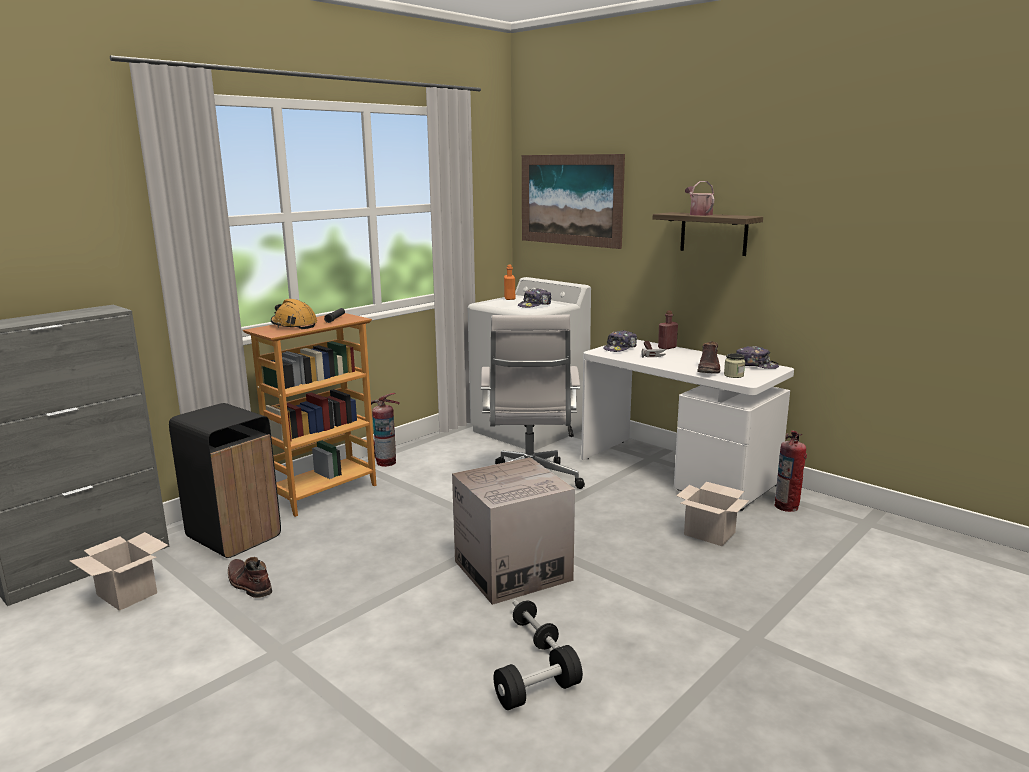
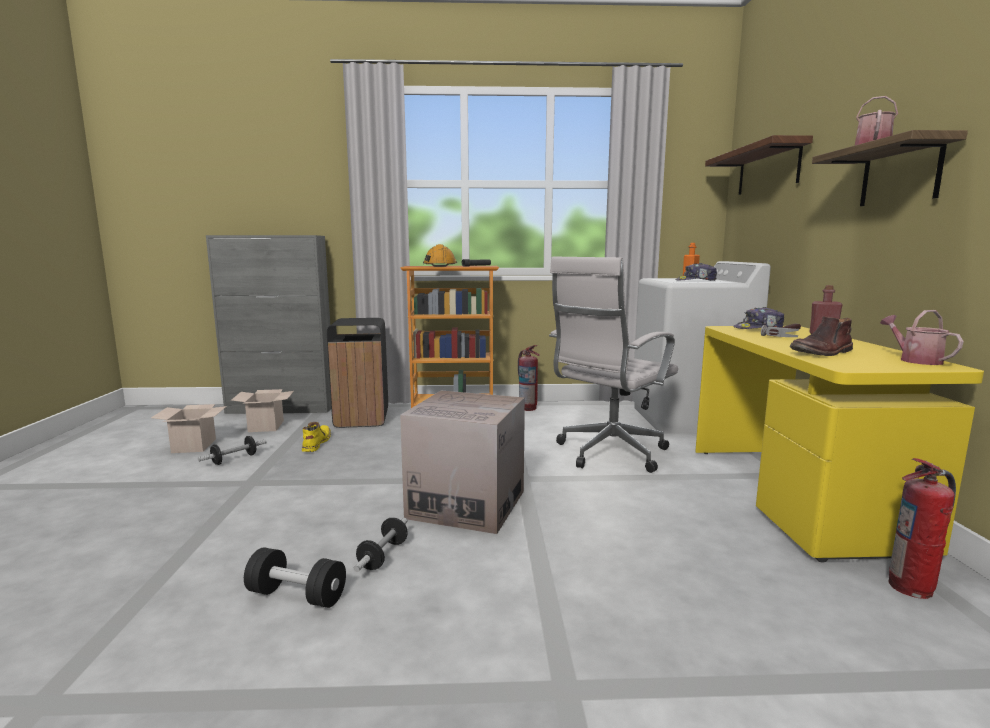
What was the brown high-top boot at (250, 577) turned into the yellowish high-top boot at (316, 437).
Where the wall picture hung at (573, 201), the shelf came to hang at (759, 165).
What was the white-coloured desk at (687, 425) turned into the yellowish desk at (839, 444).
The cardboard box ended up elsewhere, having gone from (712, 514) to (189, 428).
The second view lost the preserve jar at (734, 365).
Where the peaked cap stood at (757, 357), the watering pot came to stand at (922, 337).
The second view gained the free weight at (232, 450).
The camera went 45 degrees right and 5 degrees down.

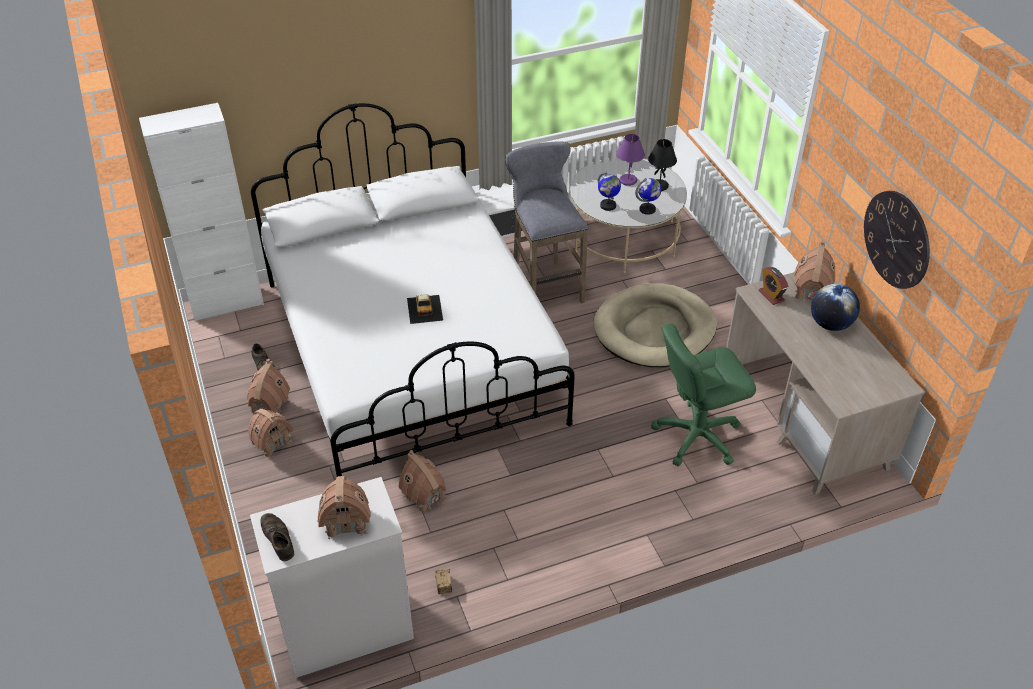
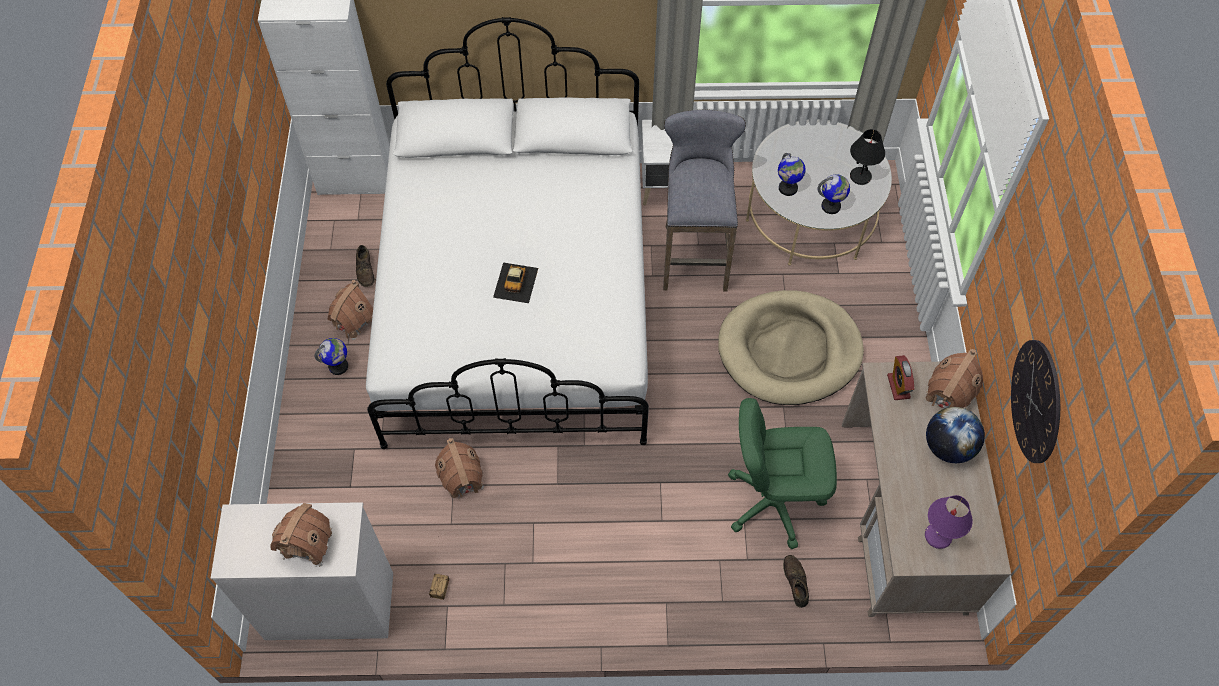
Where the toy house stood at (271, 433), the globe came to stand at (331, 356).
The brown shoe ended up elsewhere, having gone from (277, 537) to (796, 581).
The purple lamp for a table ended up elsewhere, having gone from (630, 160) to (949, 522).
The camera went 20 degrees right and 15 degrees up.

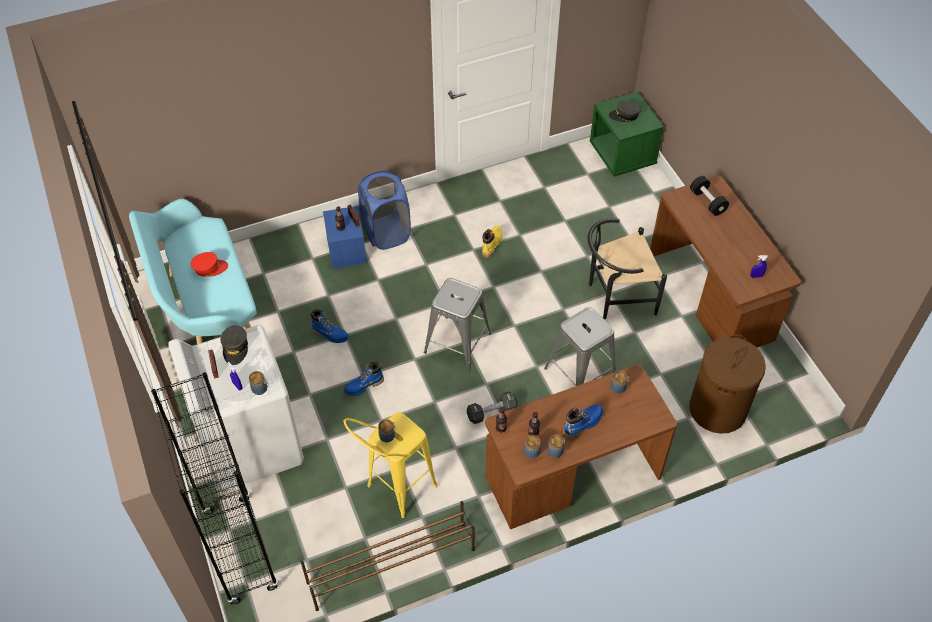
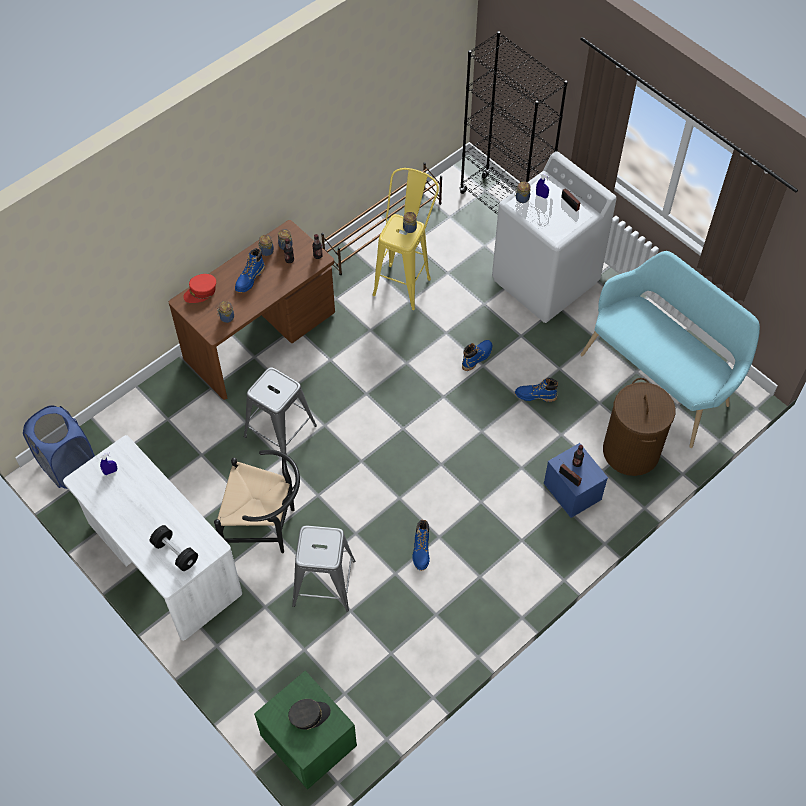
The red peaked cap ended up elsewhere, having gone from (209, 264) to (199, 288).
The second view lost the greyish peaked cap at (234, 345).
The blue-coloured washing basket ended up elsewhere, having gone from (384, 210) to (59, 447).
The greyish stool seat ended up elsewhere, having gone from (457, 324) to (323, 569).
The second view lost the black free weight at (492, 407).
What was the yellowish high-top boot at (492, 242) turned into the blue-coloured high-top boot at (421, 545).
The black upright chair at (627, 268) ended up facing another way, 45 degrees clockwise from before.
What was the brown desk at (725, 261) turned into the white-coloured desk at (152, 538).
The brown washing basket ended up elsewhere, having gone from (727, 384) to (639, 427).
The camera went 160 degrees right and 5 degrees up.

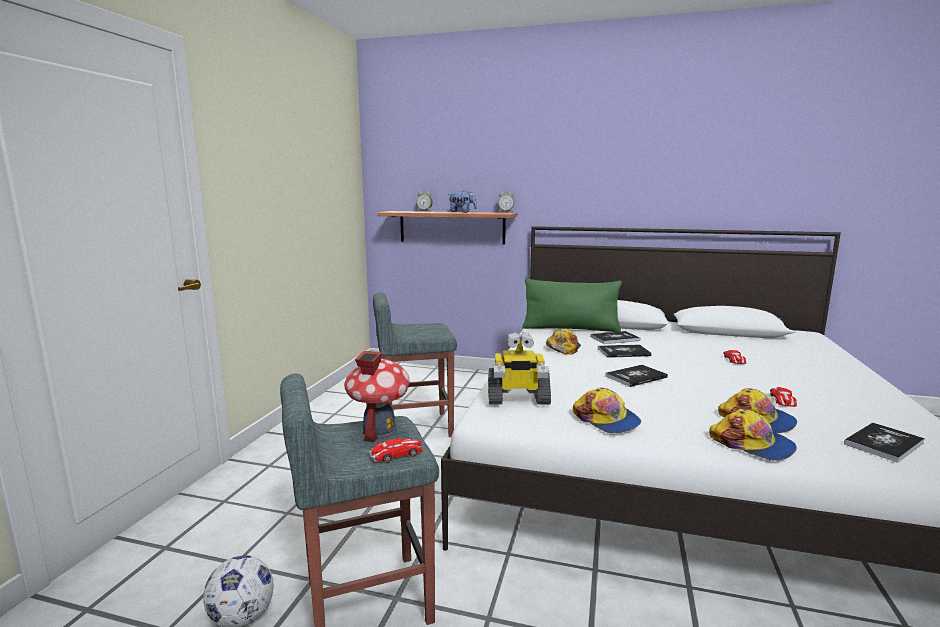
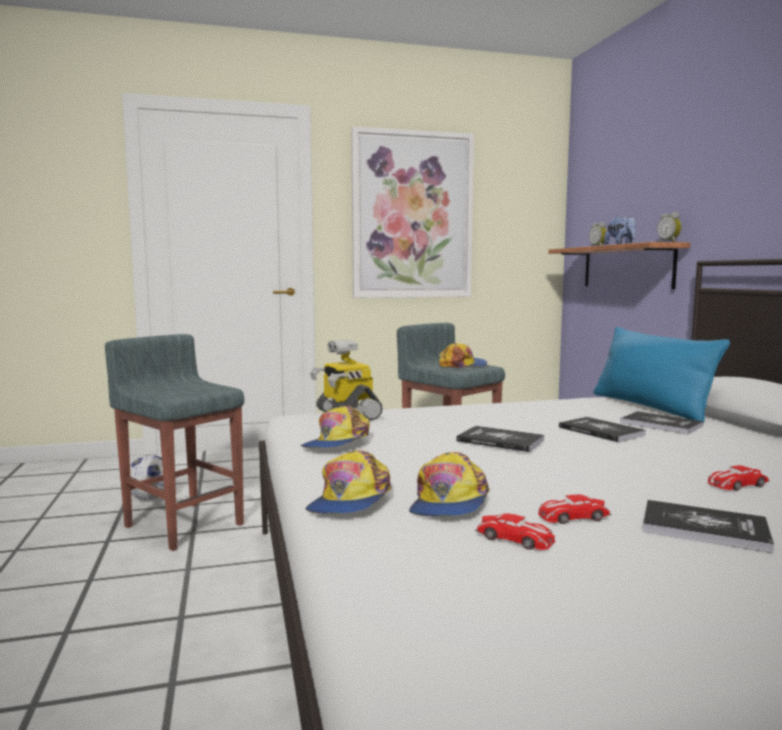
The second view lost the toy house at (377, 396).
The toy car ended up elsewhere, having gone from (395, 450) to (515, 531).
What was the green-coloured cushion at (572, 305) turned into the blue-coloured cushion at (661, 375).
The peaked cap ended up elsewhere, having gone from (563, 342) to (463, 355).
The volume ended up elsewhere, having gone from (884, 443) to (708, 526).
The second view gained the wall picture at (412, 212).
The camera went 60 degrees right and 5 degrees down.

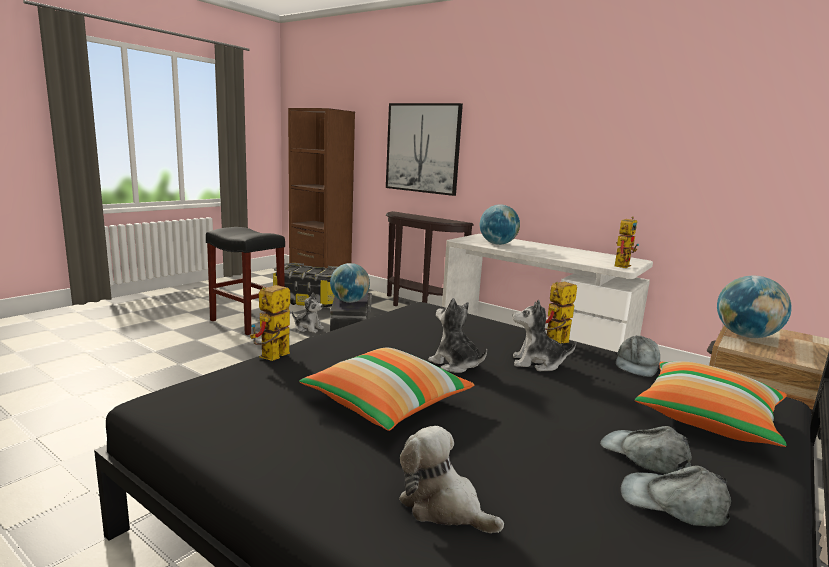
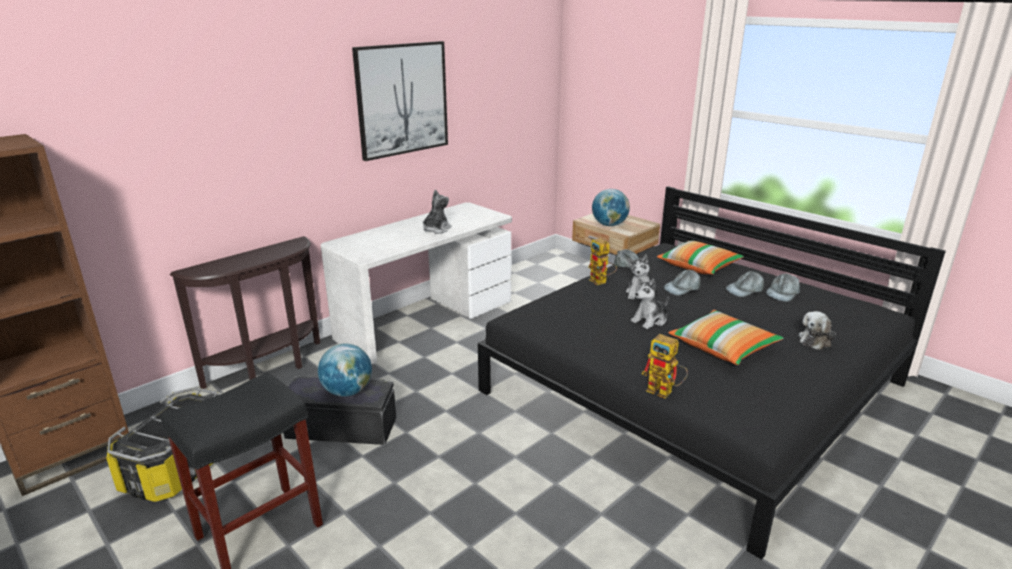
The soft toy ended up elsewhere, having gone from (308, 313) to (437, 211).
The wall picture ended up elsewhere, having gone from (424, 149) to (400, 101).
The second view lost the globe at (500, 224).
The second view lost the model robot at (627, 242).
The second view gained the greyish peaked cap at (682, 283).
The camera went 80 degrees left and 10 degrees up.

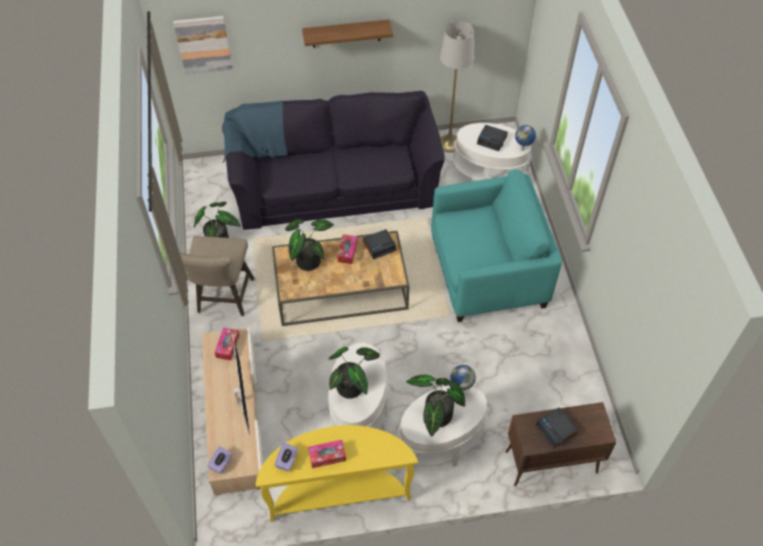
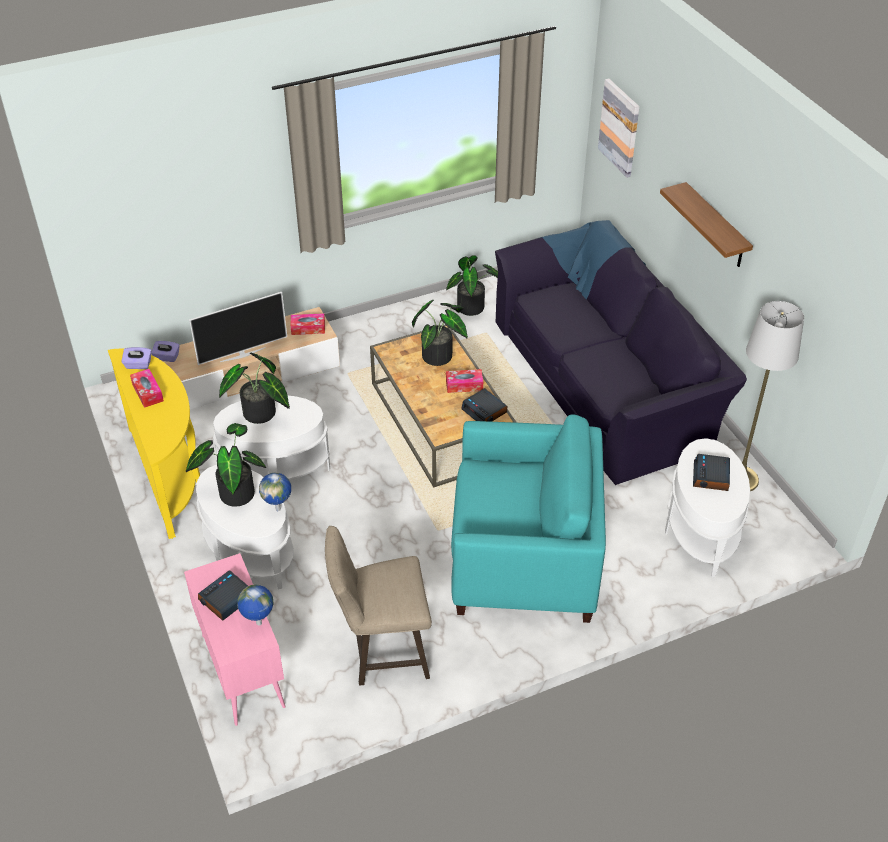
The beige stool seat ended up elsewhere, having gone from (217, 276) to (378, 606).
The turquoise lounge chair at (496, 246) ended up facing another way, 60 degrees counterclockwise from before.
What was the brown cabinet at (561, 444) turned into the pinkish cabinet at (234, 639).
The globe ended up elsewhere, having gone from (525, 138) to (255, 605).
The camera went 75 degrees right and 10 degrees down.

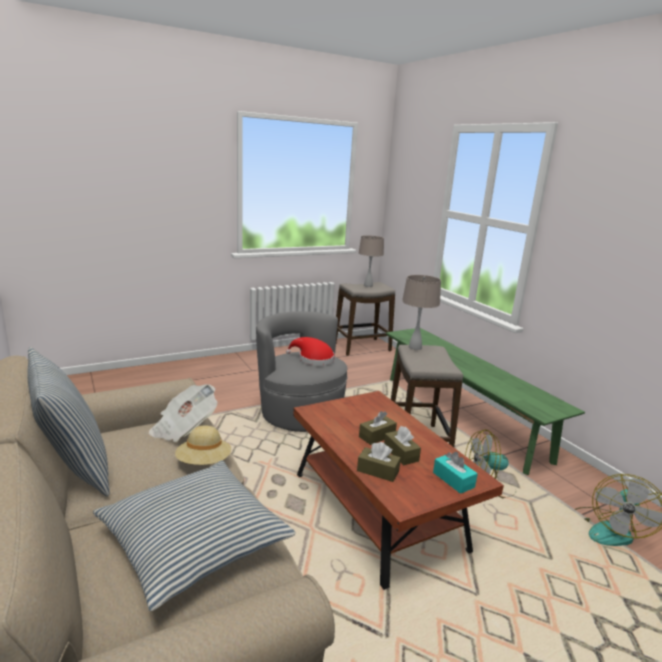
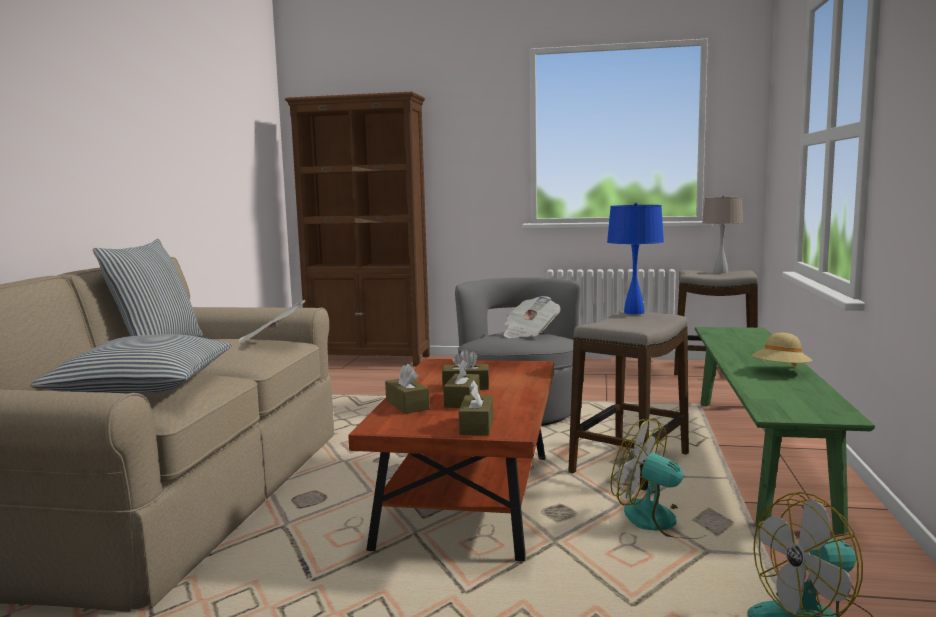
The beige wearable hat ended up elsewhere, having gone from (203, 445) to (782, 350).
Where the red wearable hat stood at (310, 351), the newspaper came to stand at (532, 317).
What was the beige lamp for a table at (421, 312) turned into the blue-coloured lamp for a table at (635, 258).
What was the turquoise tissue holder at (455, 473) turned into the brown tissue holder at (476, 407).
The second view gained the brown shelving unit at (357, 229).
The camera went 40 degrees right and 10 degrees down.

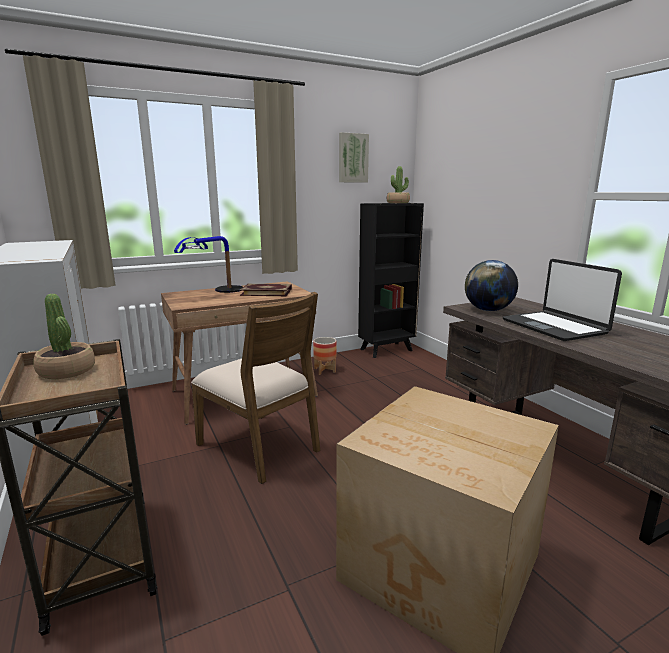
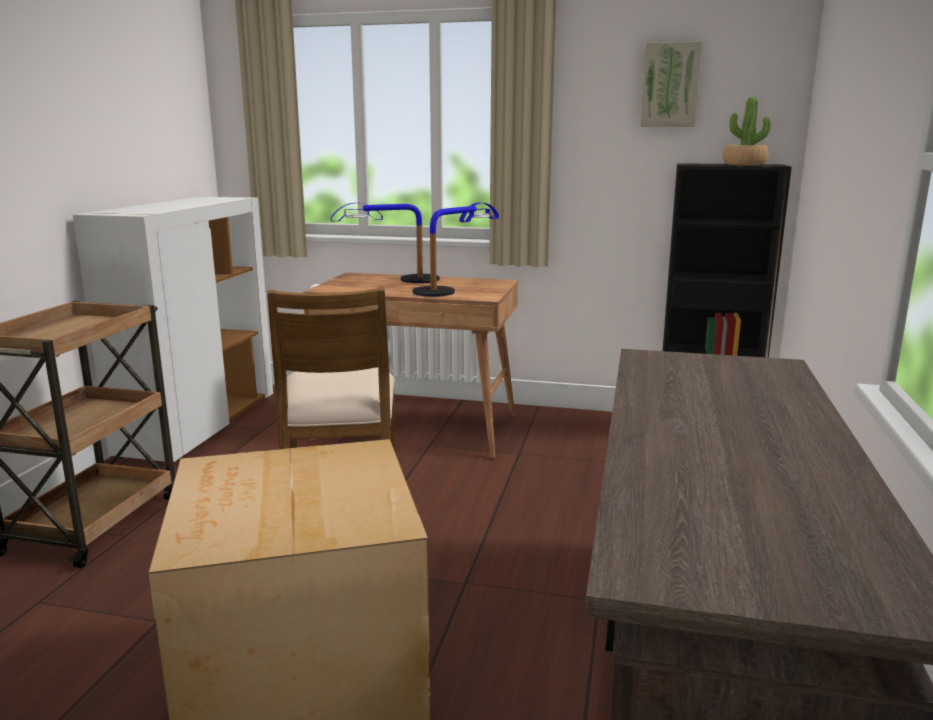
The second view lost the potted plant at (64, 336).
Where the volume stood at (266, 290), the lamp for a table came to stand at (456, 250).
The second view lost the plant pot at (325, 356).
The second view lost the globe at (491, 285).
The second view lost the laptop at (562, 300).
The camera went 40 degrees right and 0 degrees up.

